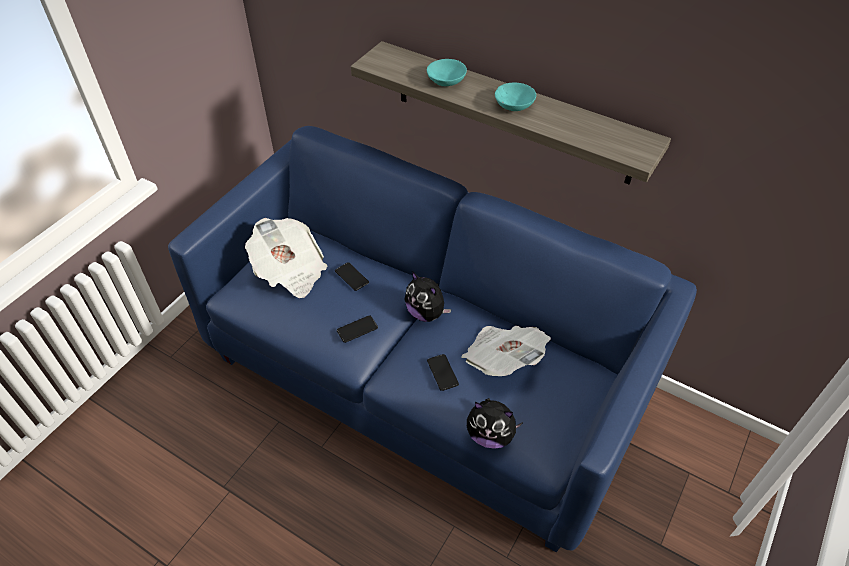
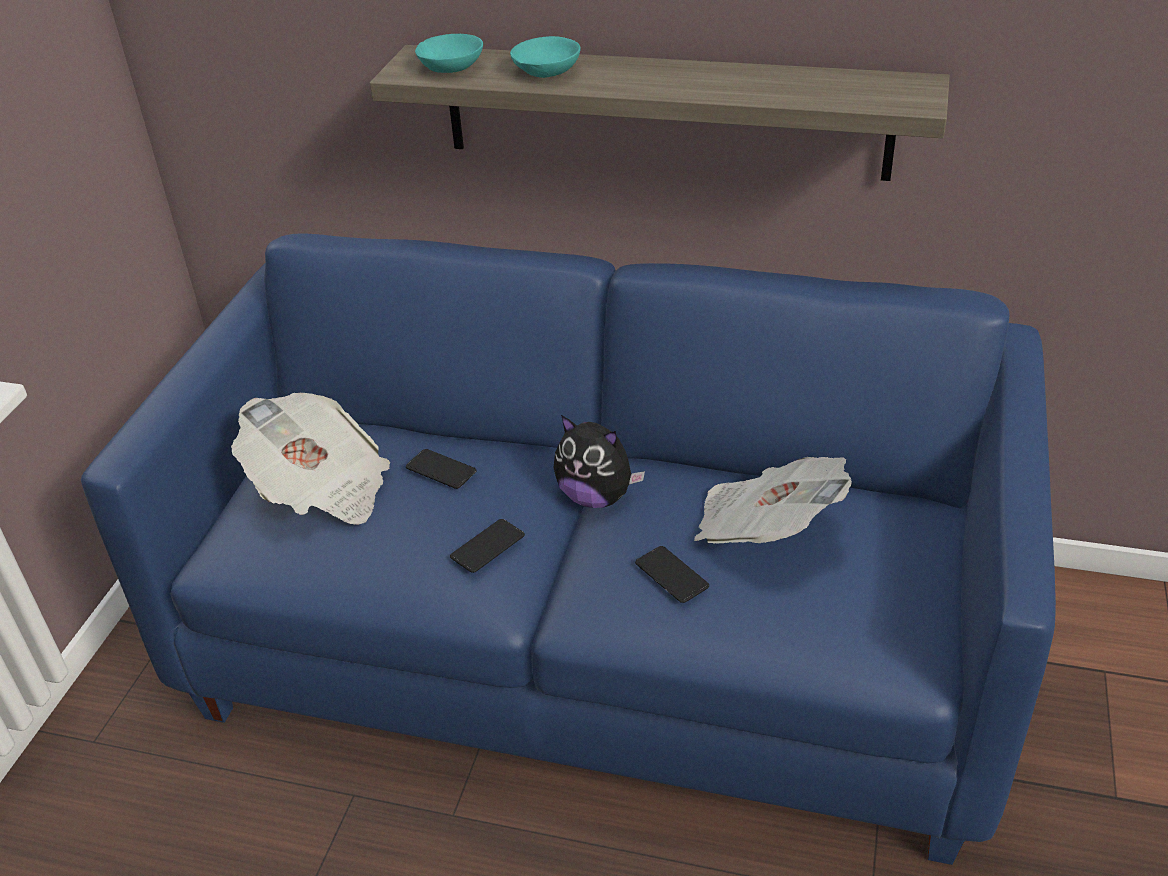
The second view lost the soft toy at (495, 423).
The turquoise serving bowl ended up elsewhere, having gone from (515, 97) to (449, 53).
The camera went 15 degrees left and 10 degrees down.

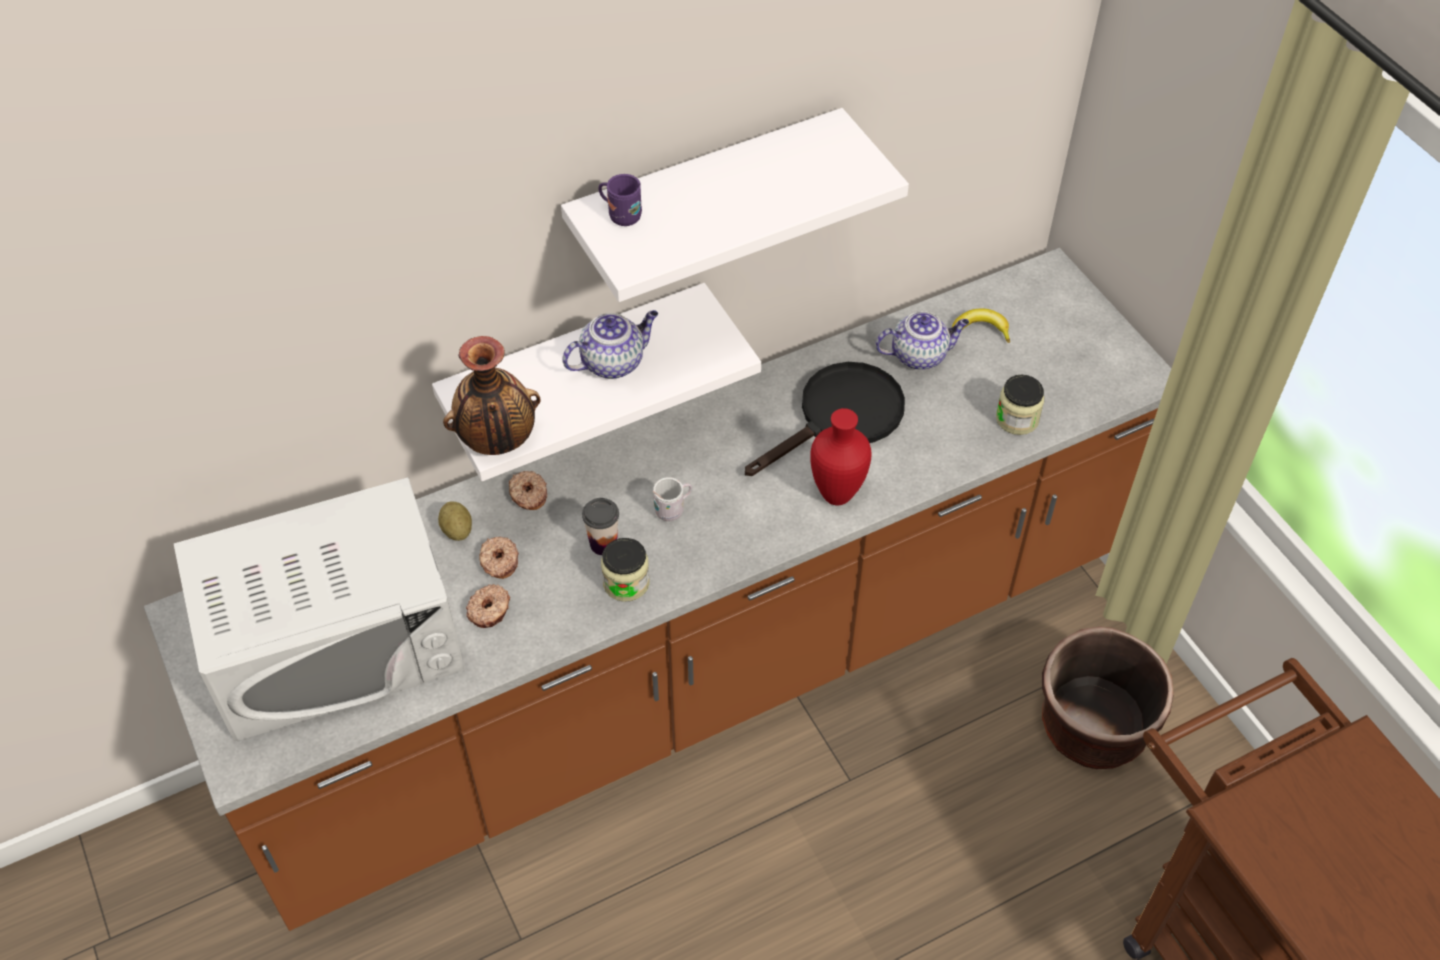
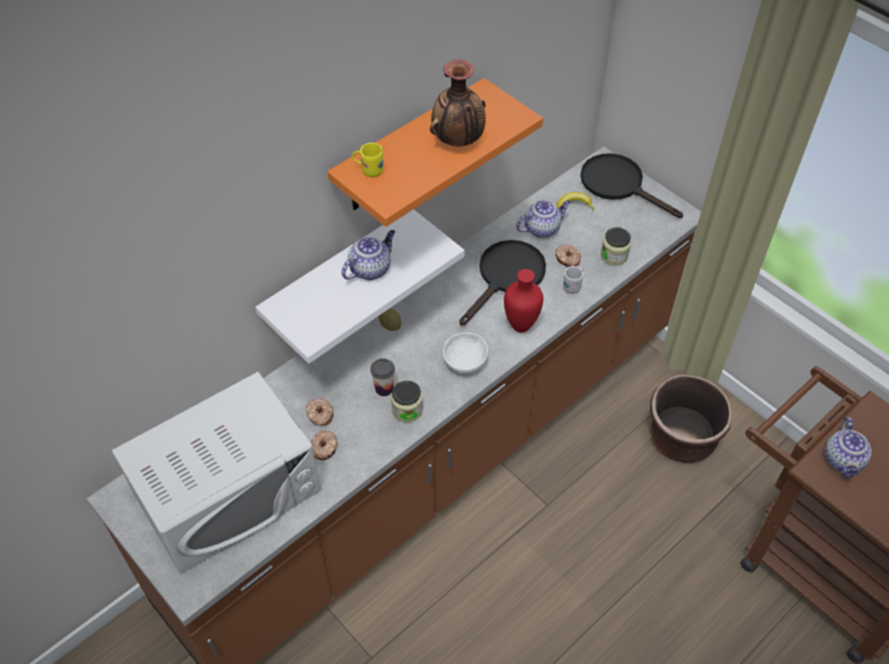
The potato ended up elsewhere, having gone from (455, 521) to (390, 319).
The flower vase ended up elsewhere, having gone from (491, 395) to (458, 103).
The ring doughnut ended up elsewhere, having gone from (528, 490) to (568, 256).
What was the white-coloured shelf at (735, 205) turned into the orangey shelf at (435, 152).
What was the purple coffee mug at (620, 200) turned into the yellowish coffee mug at (368, 160).
The white-coloured coffee mug ended up elsewhere, having gone from (672, 499) to (573, 280).
The second view gained the white-coloured serving bowl at (465, 353).
The second view gained the black skillet at (631, 185).
The second view gained the tea pot at (848, 447).
The camera went 15 degrees left and 0 degrees up.

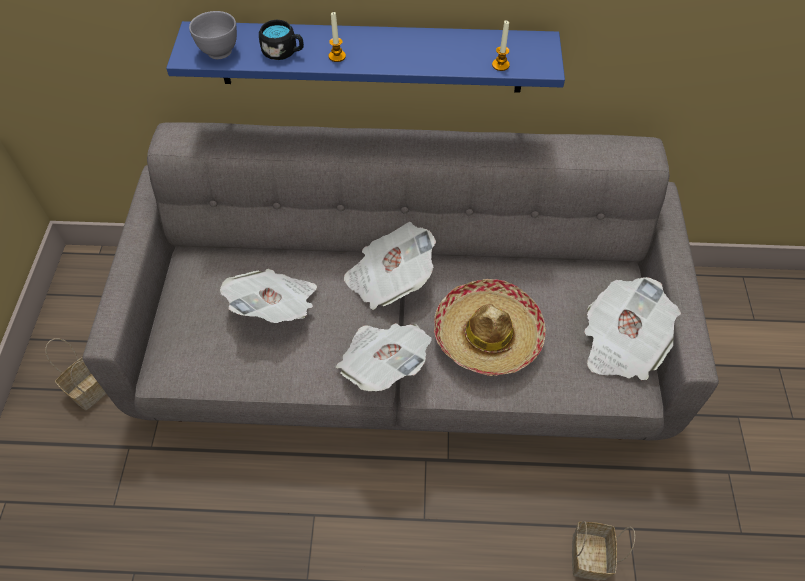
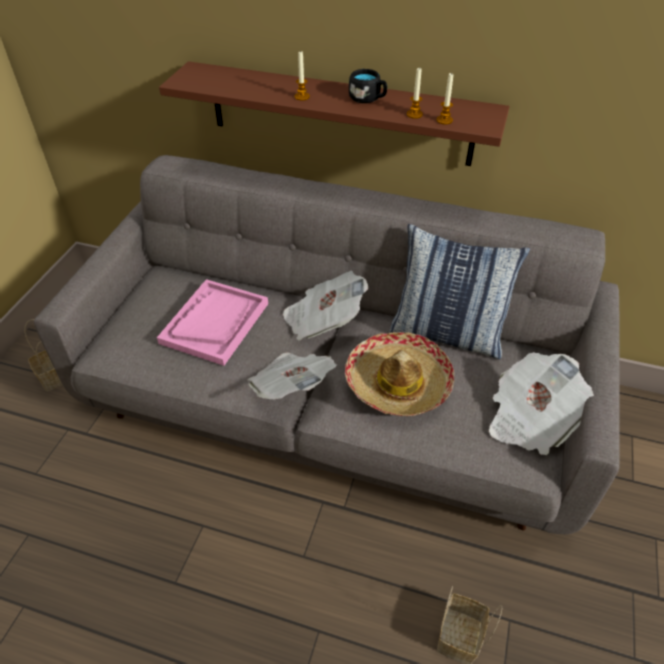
What was the blue-coloured shelf at (365, 57) turned into the brown shelf at (334, 113).
The second view lost the greyish serving bowl at (213, 35).
Where the newspaper stood at (268, 296), the pinkish serving tray came to stand at (212, 322).
The black coffee mug ended up elsewhere, having gone from (281, 40) to (368, 86).
The second view gained the cushion at (460, 291).
The second view gained the candle at (415, 93).
The camera went 15 degrees right and 10 degrees down.

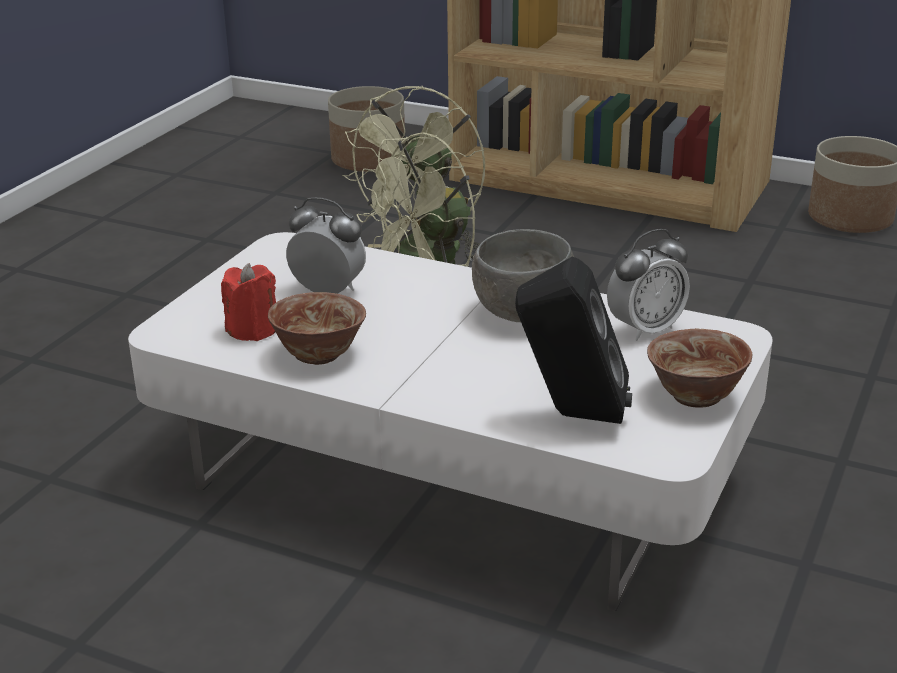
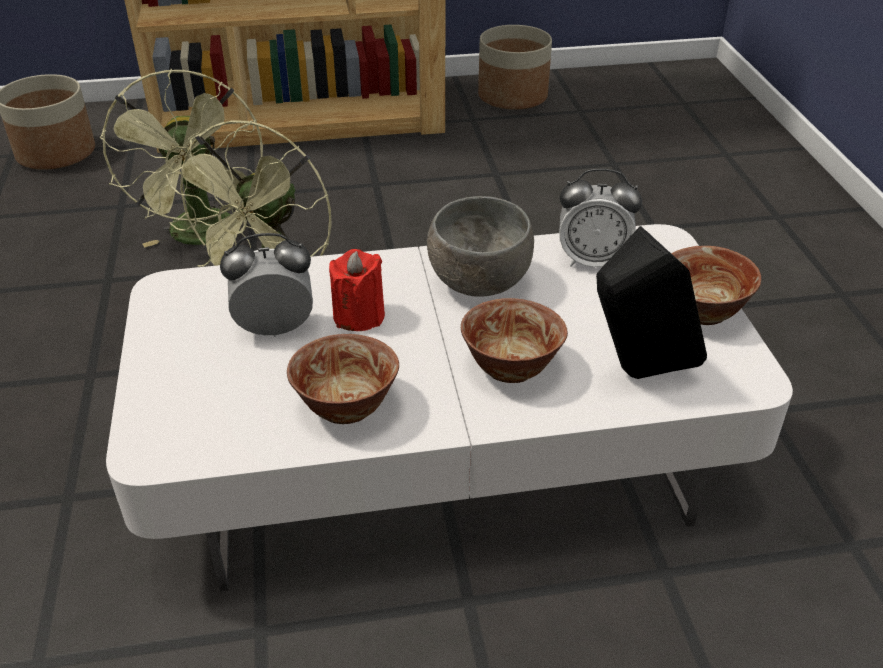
The red candle ended up elsewhere, having gone from (248, 302) to (357, 290).
The bedside clock at (648, 285) ended up facing another way, 75 degrees clockwise from before.
The second view gained the serving bowl at (514, 340).
The camera went 35 degrees left and 10 degrees up.

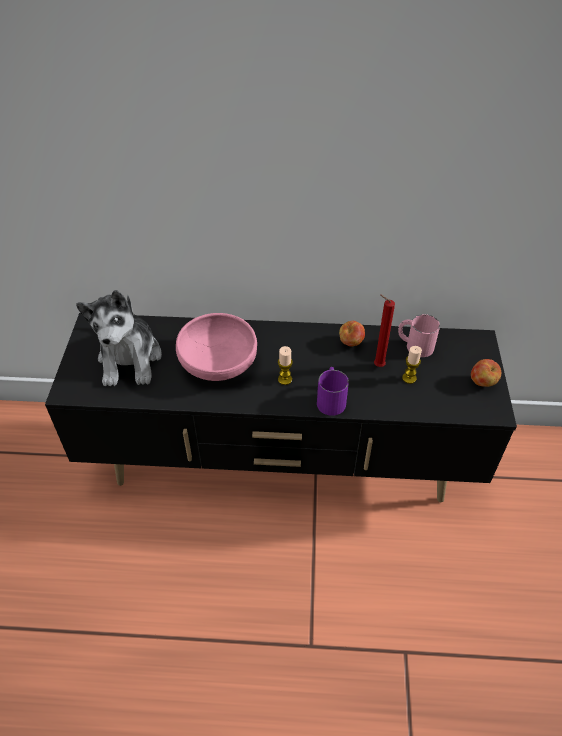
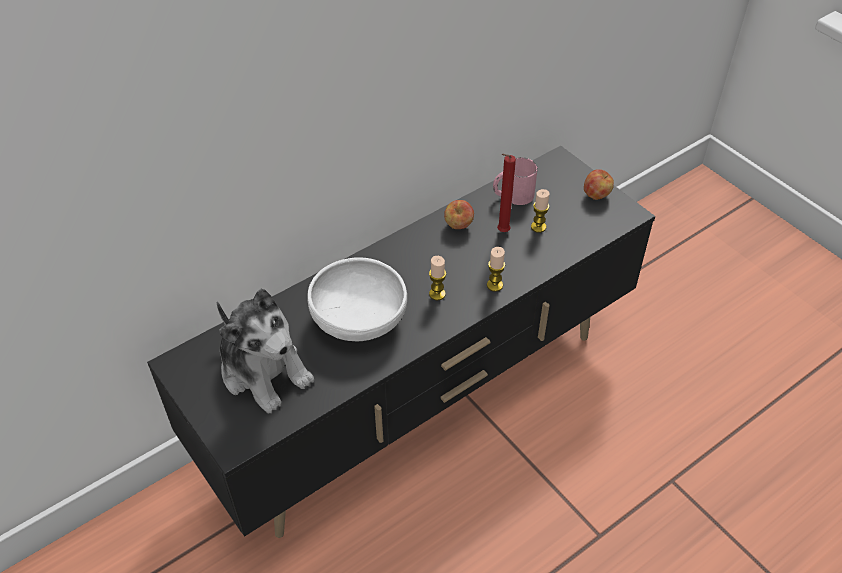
What was the pinkish serving bowl at (216, 347) turned into the white-coloured serving bowl at (357, 299).
Where the purple coffee mug stood at (333, 391), the candle came to stand at (496, 269).
The camera went 40 degrees left and 0 degrees up.

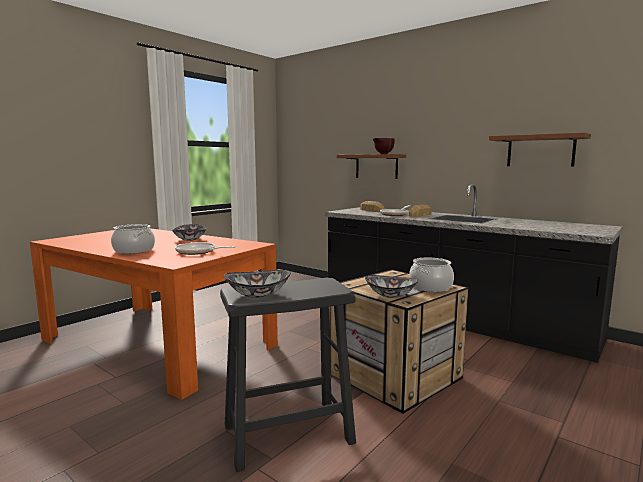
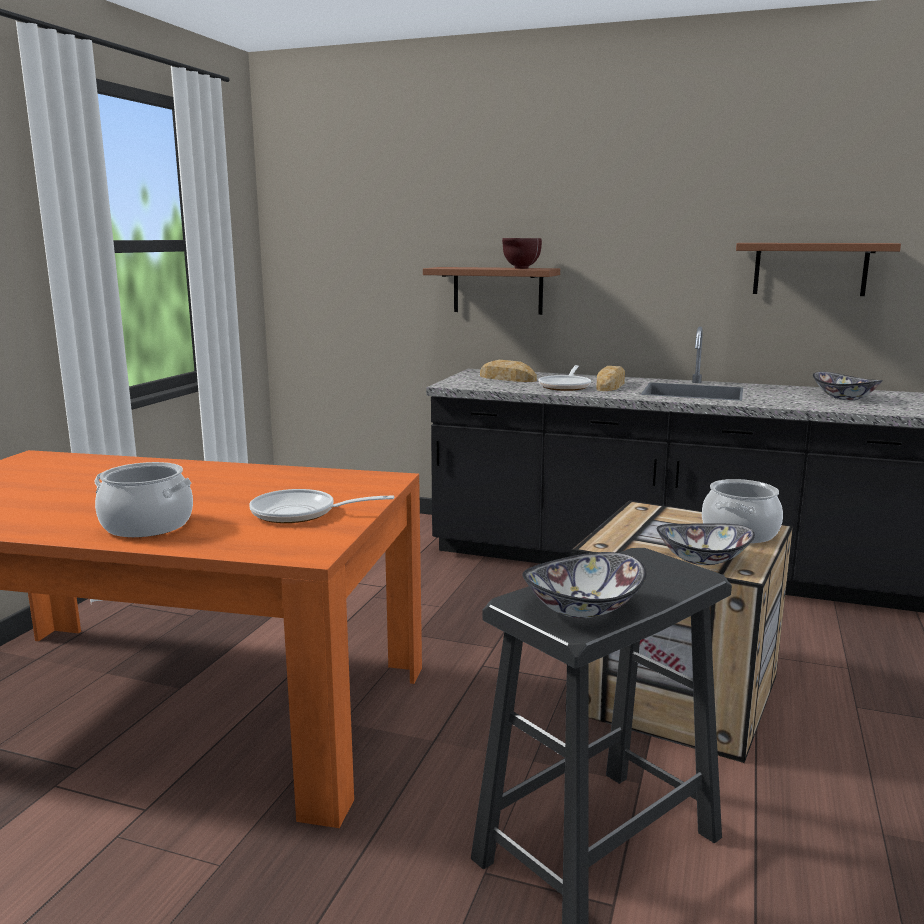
The serving bowl ended up elsewhere, having gone from (189, 232) to (848, 386).
The camera went 20 degrees left and 5 degrees up.

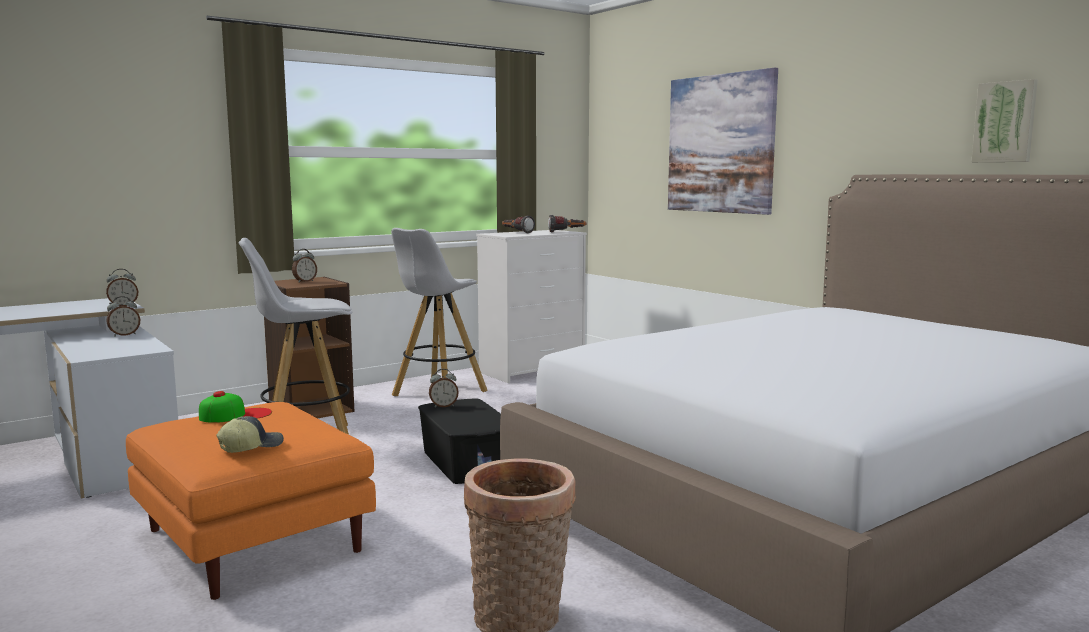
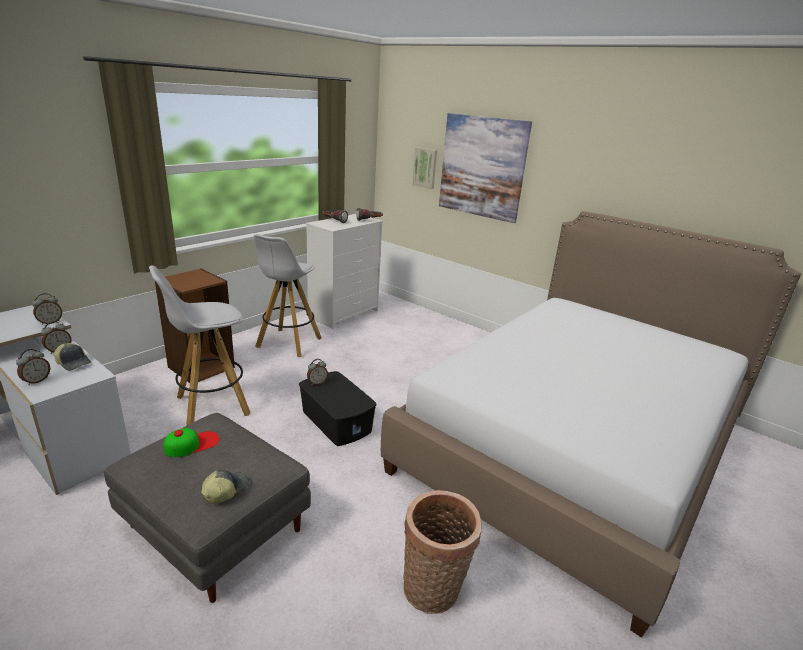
What was the orangey pouffe at (251, 501) turned into the greyish pouffe at (207, 508).
The bedside clock ended up elsewhere, having gone from (304, 265) to (33, 367).
The wall picture ended up elsewhere, having gone from (1004, 120) to (424, 168).
The second view gained the peaked cap at (72, 357).
The camera went 15 degrees left and 15 degrees up.

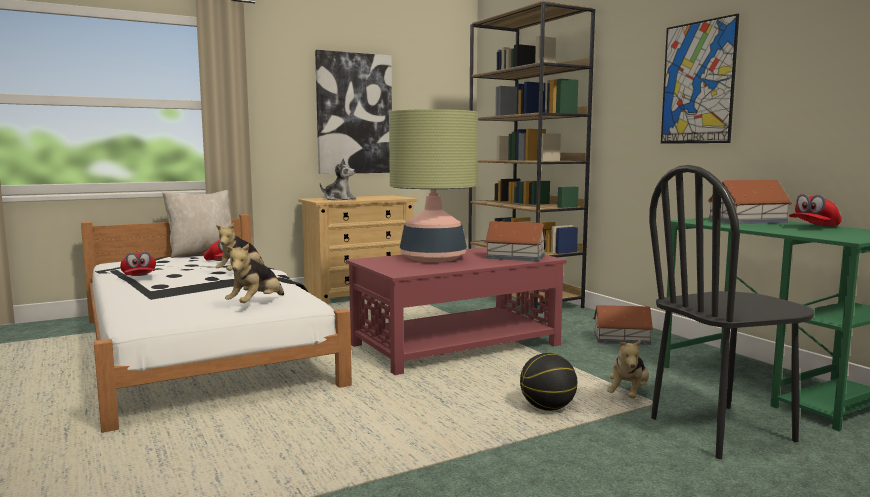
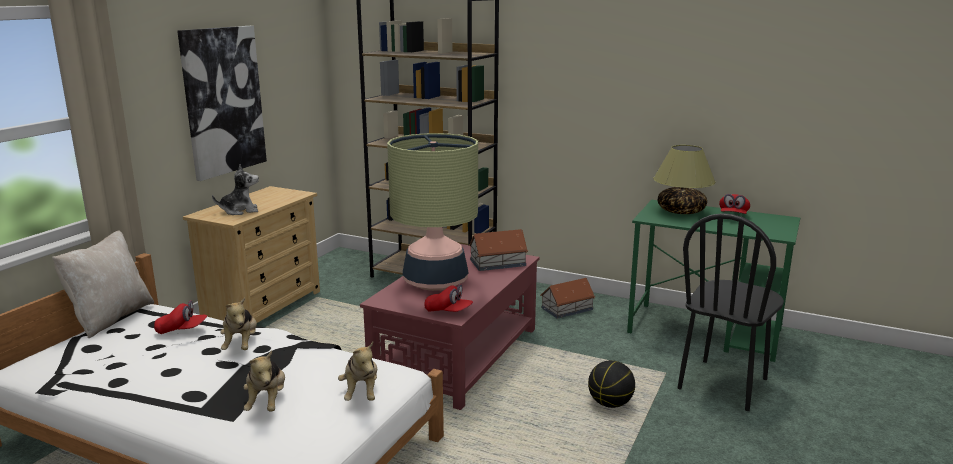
The red peaked cap ended up elsewhere, having gone from (138, 263) to (448, 298).
The soft toy ended up elsewhere, having gone from (628, 368) to (264, 381).
The second view lost the wall picture at (700, 79).
Where the toy house stood at (750, 202), the lamp for a table came to stand at (684, 179).
The camera went 35 degrees left and 10 degrees up.

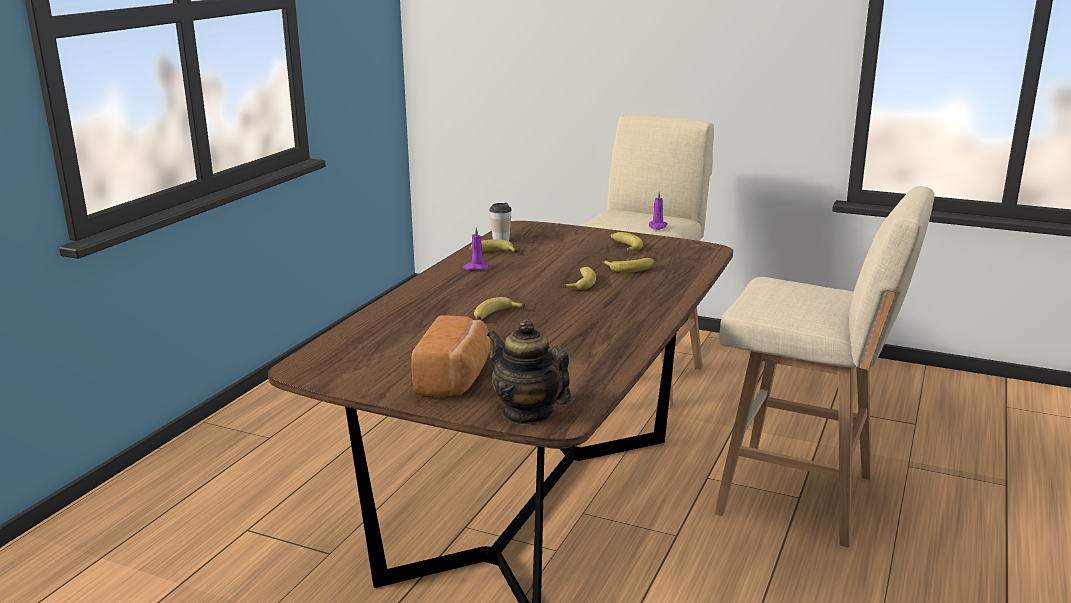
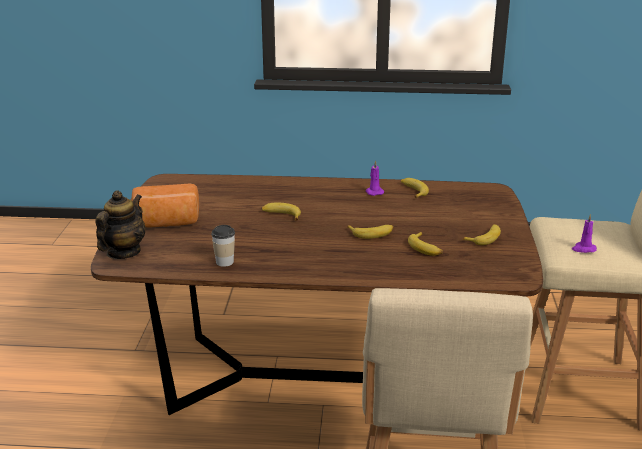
The small cup ended up elsewhere, having gone from (500, 221) to (223, 246).
The camera went 70 degrees right and 5 degrees up.

